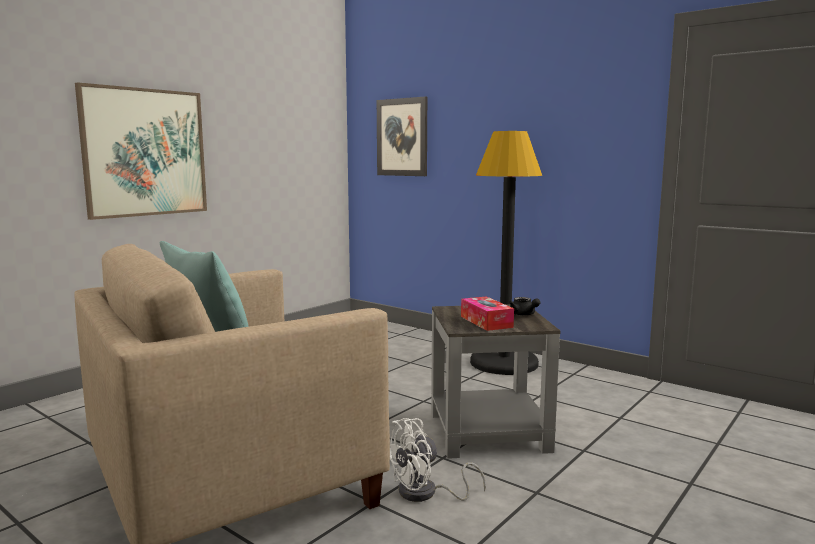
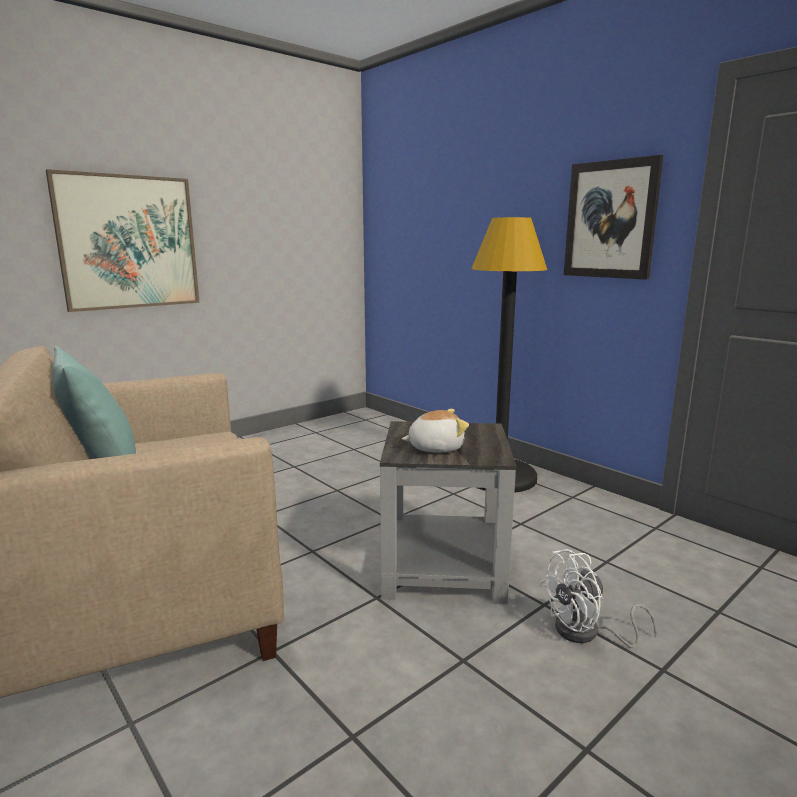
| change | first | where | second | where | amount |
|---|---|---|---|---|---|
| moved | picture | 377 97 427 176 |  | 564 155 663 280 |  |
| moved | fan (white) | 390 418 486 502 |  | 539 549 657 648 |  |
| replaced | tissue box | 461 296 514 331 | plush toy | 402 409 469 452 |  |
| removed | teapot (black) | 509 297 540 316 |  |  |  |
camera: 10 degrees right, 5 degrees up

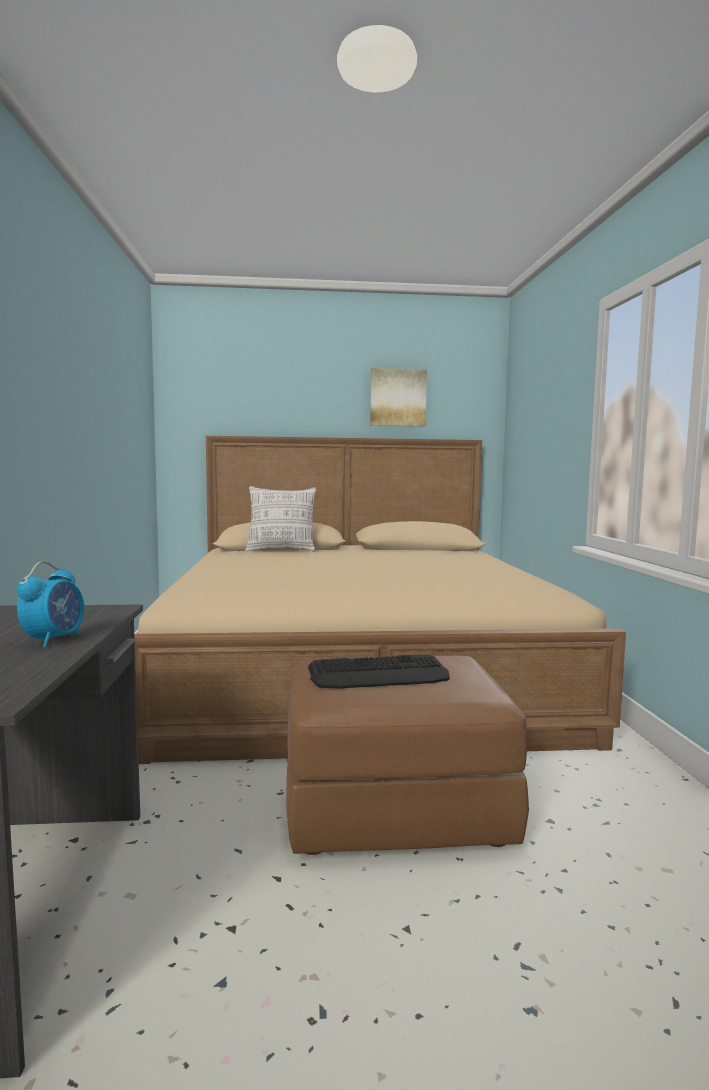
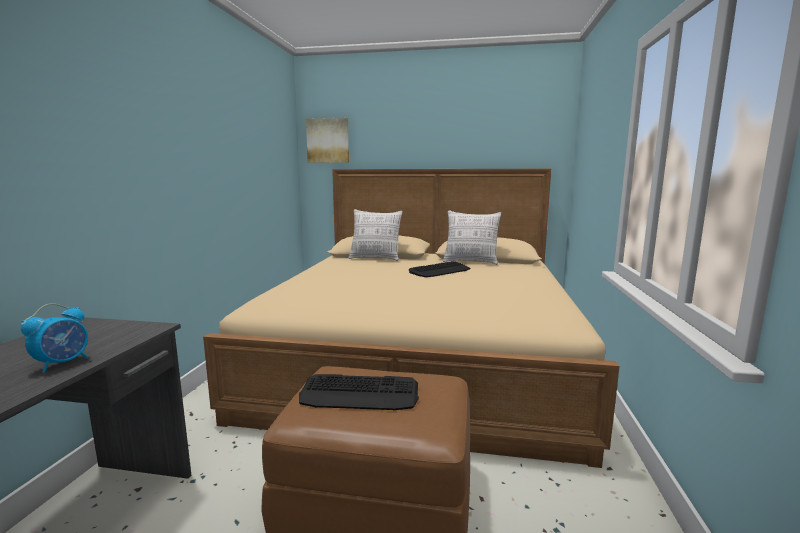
| change | first | where | second | where | amount |
|---|---|---|---|---|---|
| moved | picture | 370 368 427 426 |  | 306 118 349 163 |  |
| added |  |  | keyboard | 409 262 470 277 |  |
| added |  |  | pillow | 443 210 501 265 |  |
camera: 15 degrees right, 5 degrees up

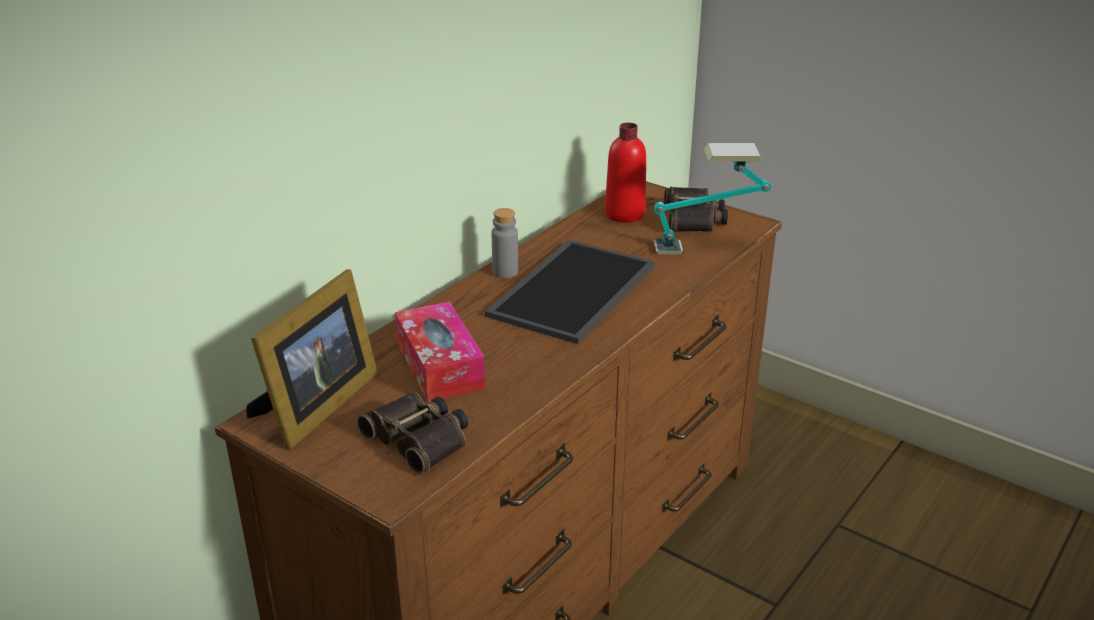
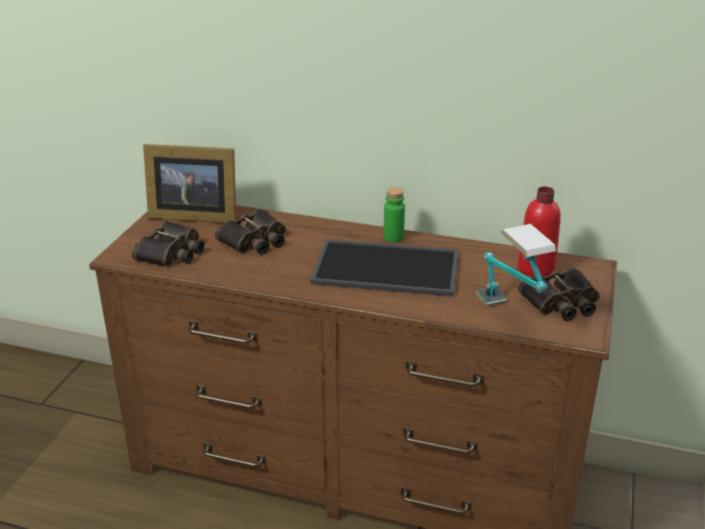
| change | first | where | second | where | amount |
|---|---|---|---|---|---|
| replaced | tissue box | 395 302 486 402 | binoculars | 215 209 286 255 |  |
| recoloured | bottle (grey) | 492 208 518 278 | bottle (green) | 384 187 405 243 |  |
camera: 70 degrees right, 0 degrees up

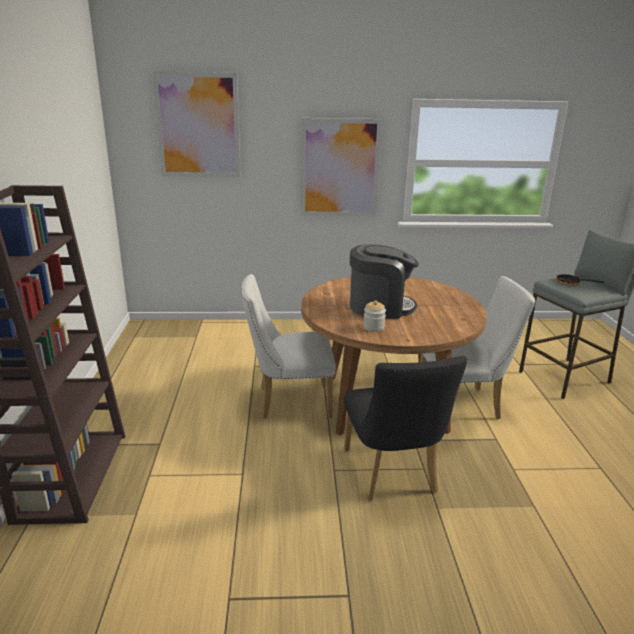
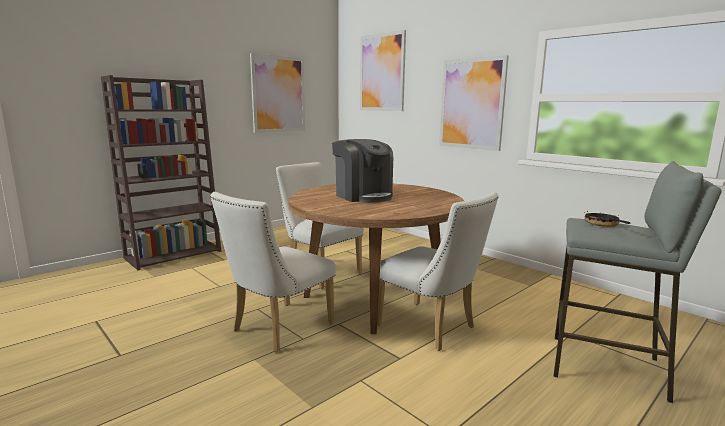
| change | first | where | second | where | amount |
|---|---|---|---|---|---|
| recoloured | chair (black) | 344 356 467 501 | chair (white) | 210 192 336 352 |  |
| removed | jar | 363 301 386 332 |  |  |  |
| added |  |  | picture | 250 53 305 133 |  |
camera: 50 degrees right, 10 degrees down

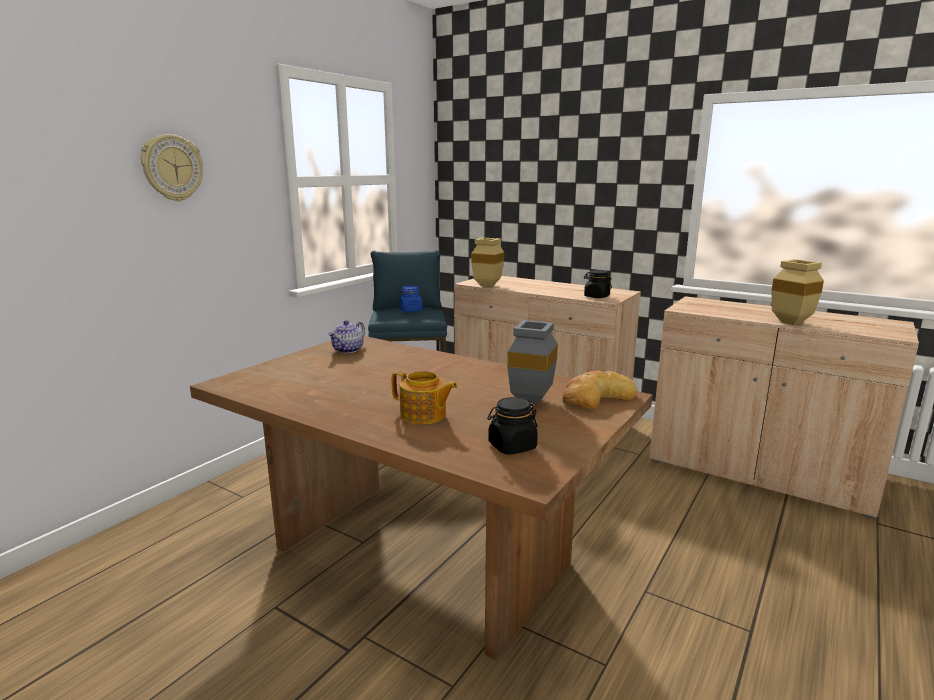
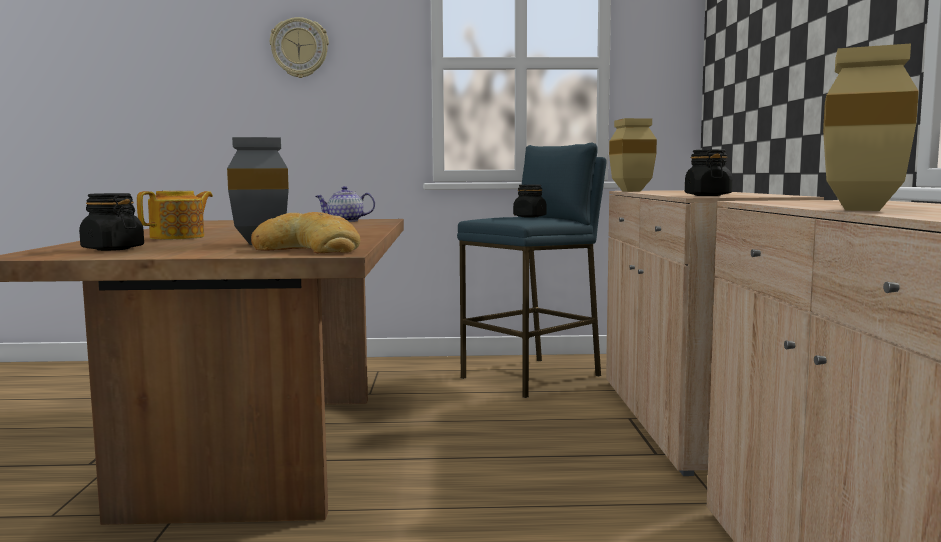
| change | first | where | second | where | amount |
|---|---|---|---|---|---|
| turned | teapot | 392 371 457 424 |  | 137 191 213 239 | 135 degrees counterclockwise |
| recoloured | jar (blue) | 399 285 423 312 | jar (black) | 513 185 547 218 |  |
camera: 55 degrees right, 10 degrees down

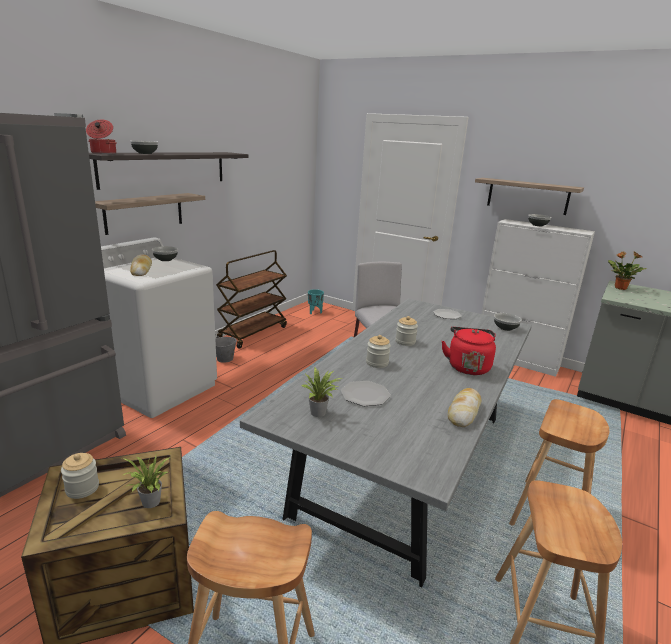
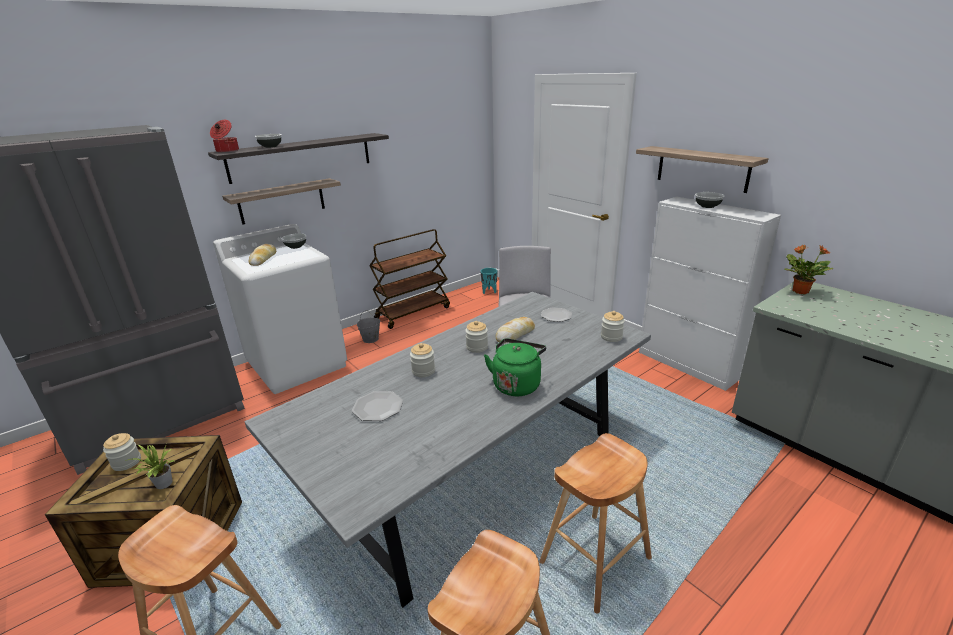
| change | first | where | second | where | amount |
|---|---|---|---|---|---|
| removed | potted plant | 301 368 342 417 |  |  |  |
| recoloured | kettle (red) | 442 327 496 375 | kettle (green) | 484 338 546 396 |  |
| moved | bread | 448 388 481 427 |  | 496 317 535 342 |  |
| replaced | bowl | 494 313 522 331 | jar | 601 311 625 342 |  |
camera: 20 degrees right, 5 degrees up

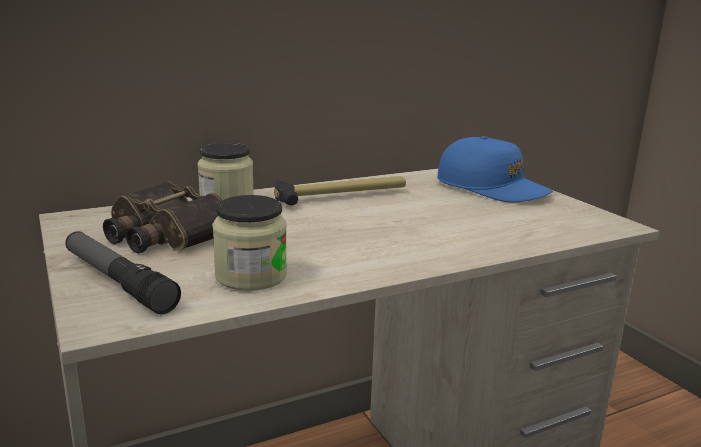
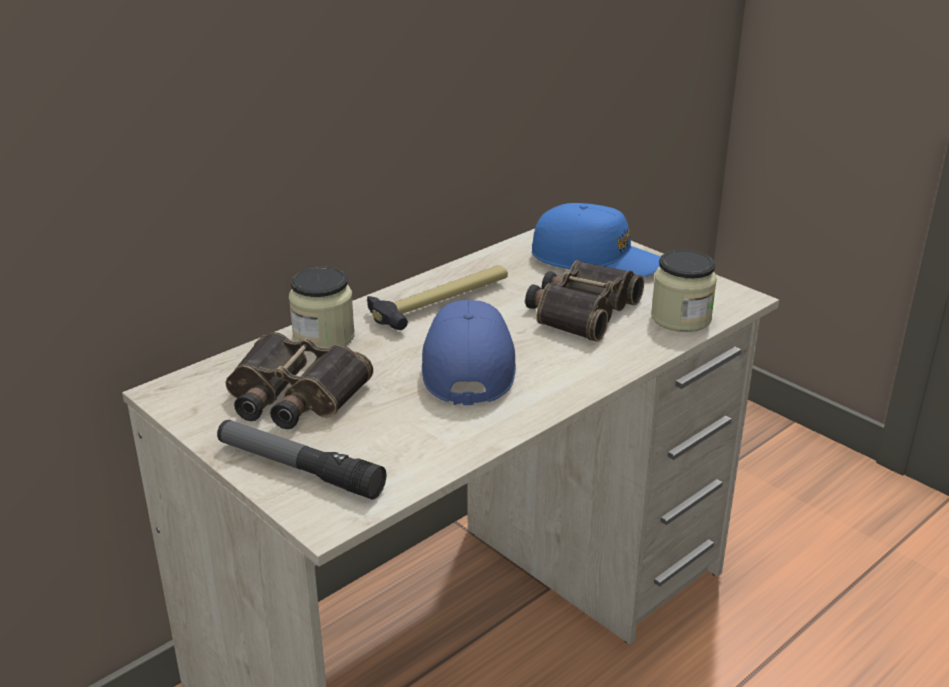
| change | first | where | second | where | amount |
|---|---|---|---|---|---|
| moved | jar | 212 195 287 291 |  | 651 250 717 332 |  |
| added |  |  | cap (blue) | 422 300 516 405 |  |
| added |  |  | binoculars | 525 260 644 342 |  |
camera: 15 degrees left, 10 degrees up

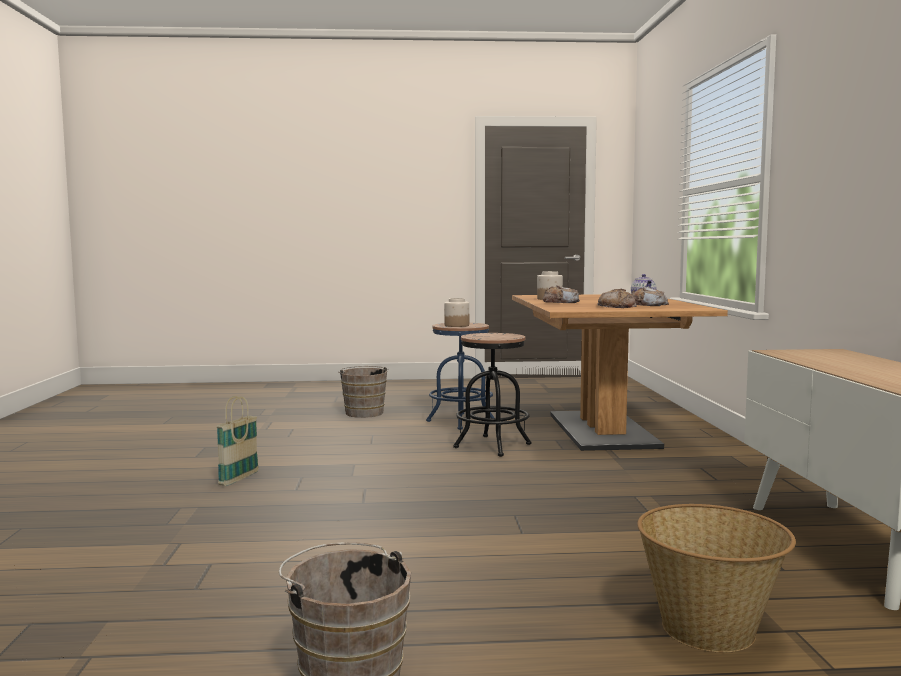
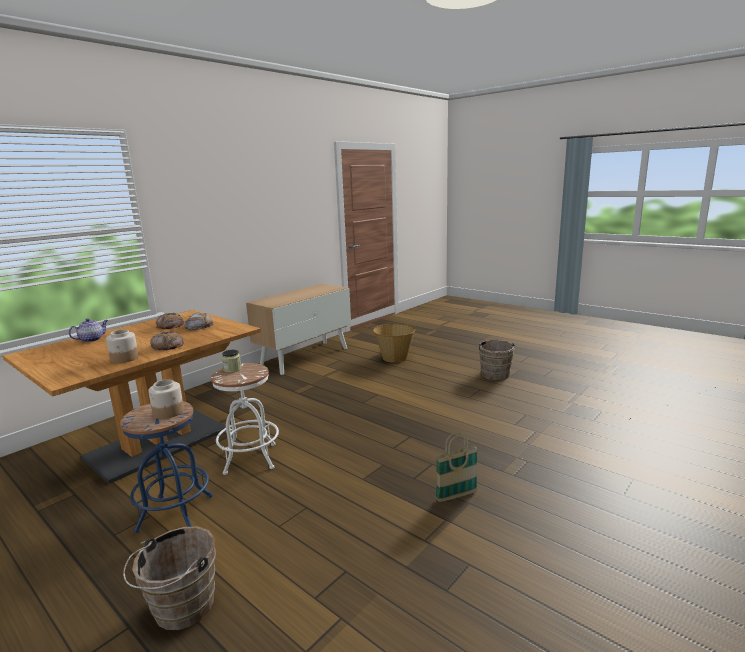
| change | first | where | second | where | amount |
|---|---|---|---|---|---|
| recoloured | stool (black) | 453 333 531 457 | stool (white) | 211 363 279 475 |  |
| added |  |  | jar | 222 350 242 373 |  |
camera: 135 degrees left, 10 degrees up

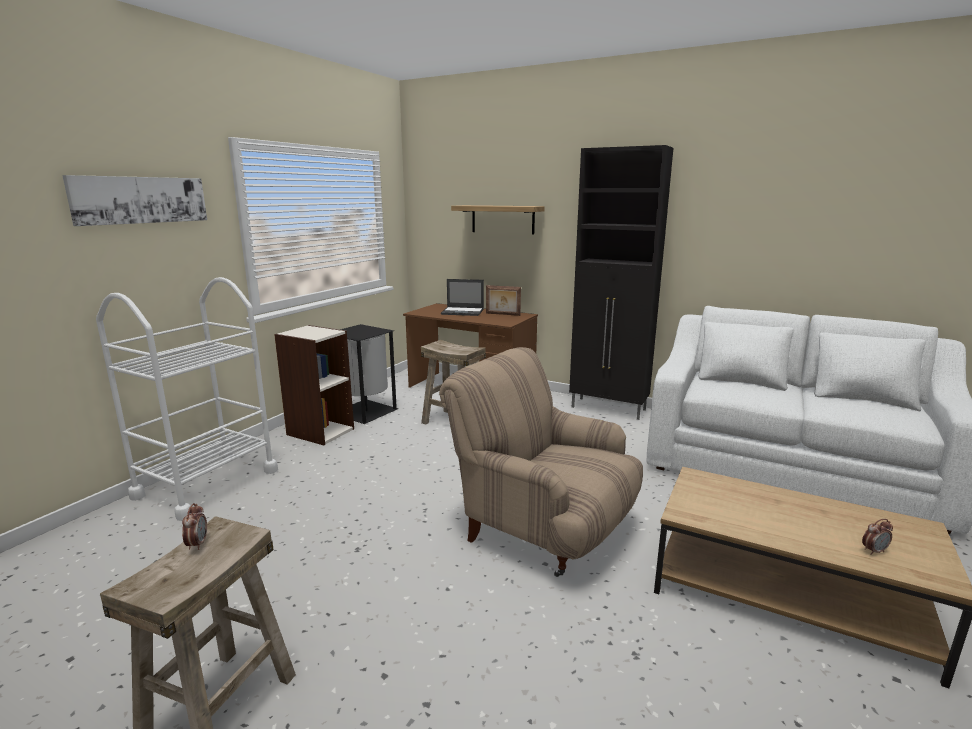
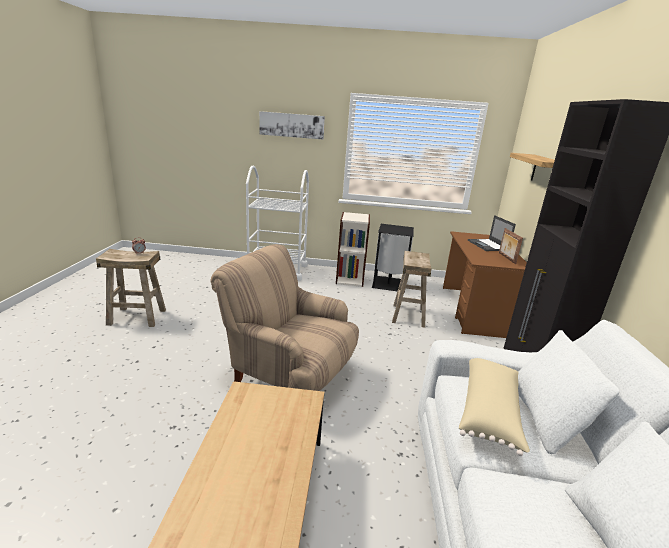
| change | first | where | second | where | amount |
|---|---|---|---|---|---|
| turned | armchair (beige) | 439 347 643 577 |  | 210 244 359 391 | 75 degrees counterclockwise |
| removed | alarm clock | 862 519 893 555 |  |  |  |
| added |  |  | pillow (beige) | 459 358 530 456 |  |
camera: 65 degrees right, 5 degrees up

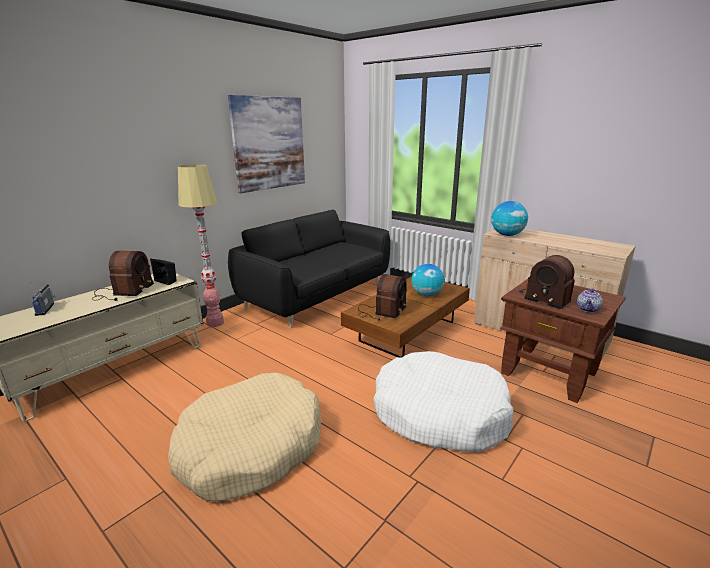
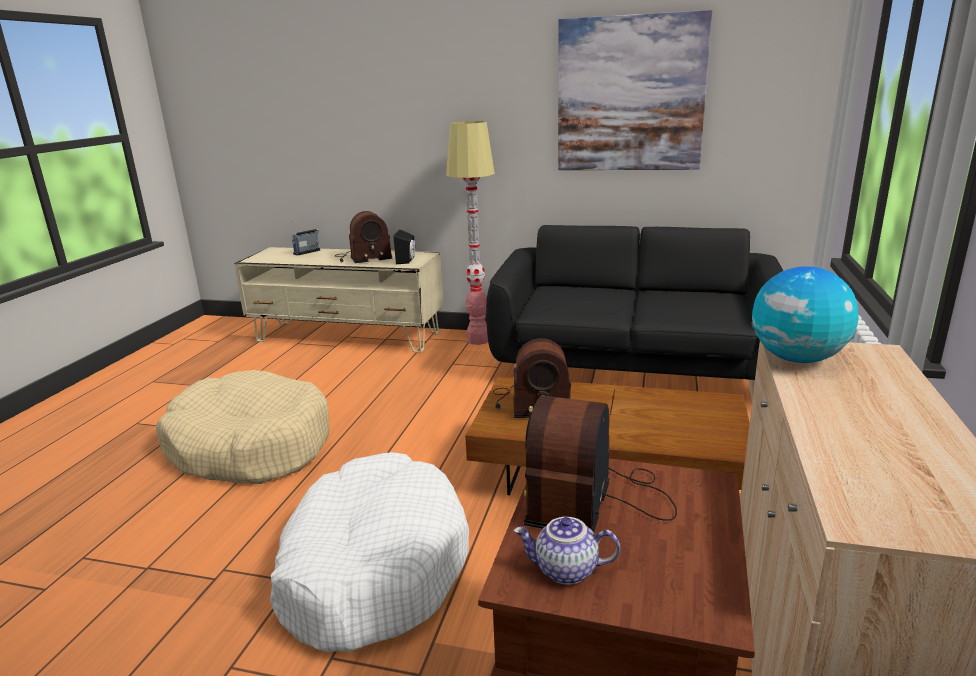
| change | first | where | second | where | amount |
|---|---|---|---|---|---|
| removed | globe | 411 264 444 296 |  |  |  |
camera: 65 degrees right, 0 degrees up

